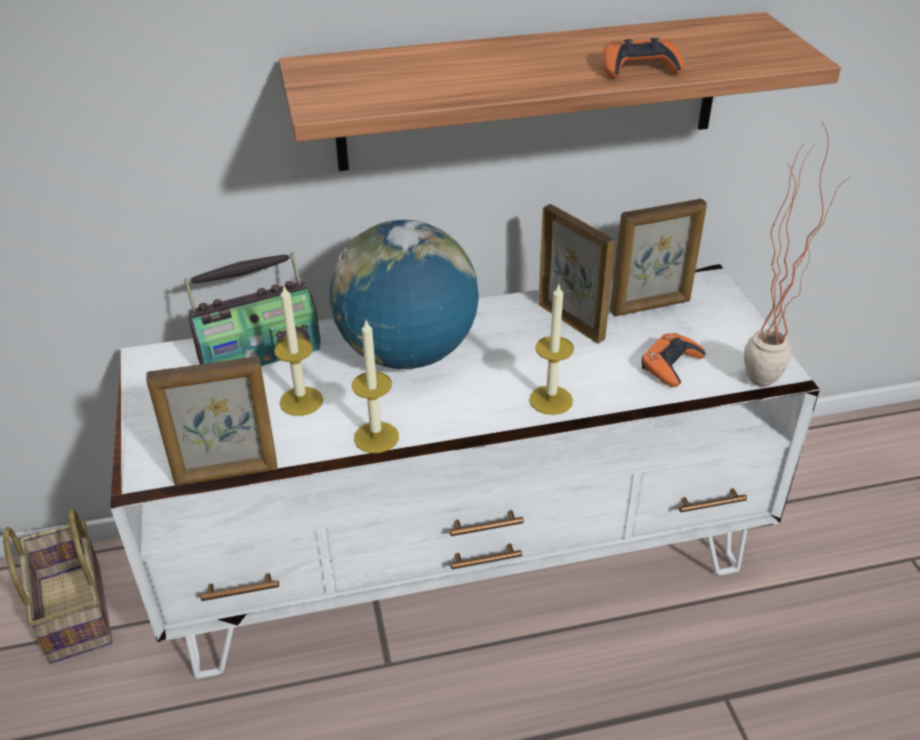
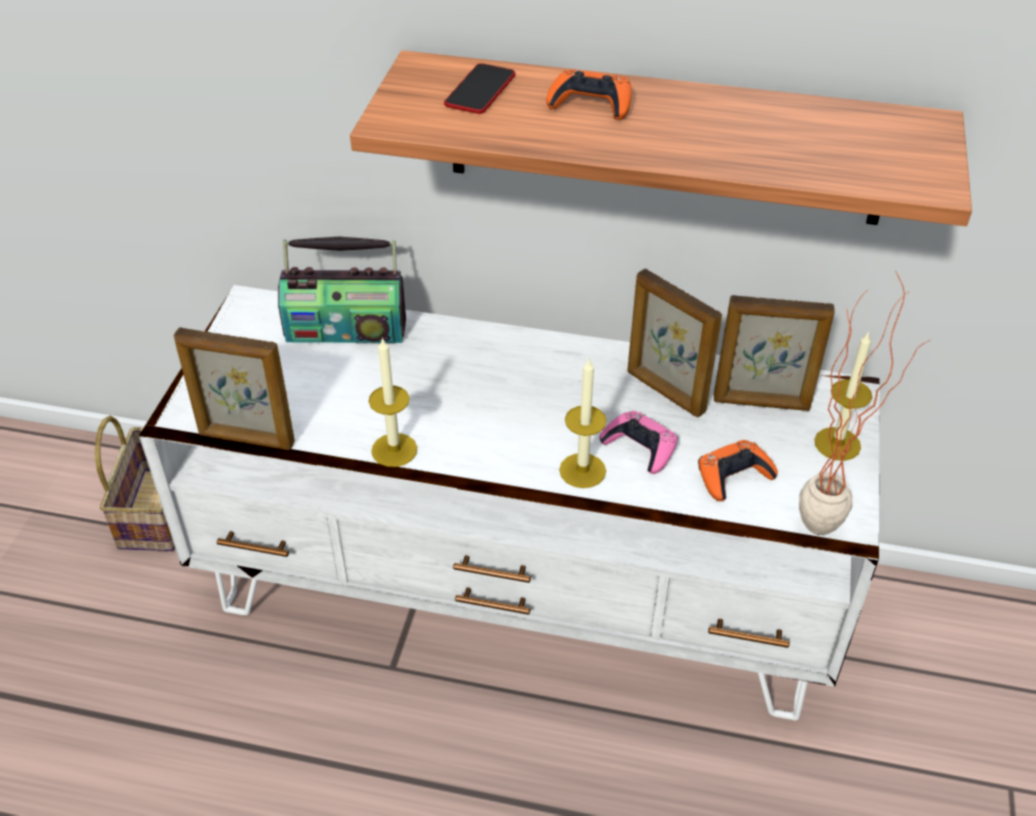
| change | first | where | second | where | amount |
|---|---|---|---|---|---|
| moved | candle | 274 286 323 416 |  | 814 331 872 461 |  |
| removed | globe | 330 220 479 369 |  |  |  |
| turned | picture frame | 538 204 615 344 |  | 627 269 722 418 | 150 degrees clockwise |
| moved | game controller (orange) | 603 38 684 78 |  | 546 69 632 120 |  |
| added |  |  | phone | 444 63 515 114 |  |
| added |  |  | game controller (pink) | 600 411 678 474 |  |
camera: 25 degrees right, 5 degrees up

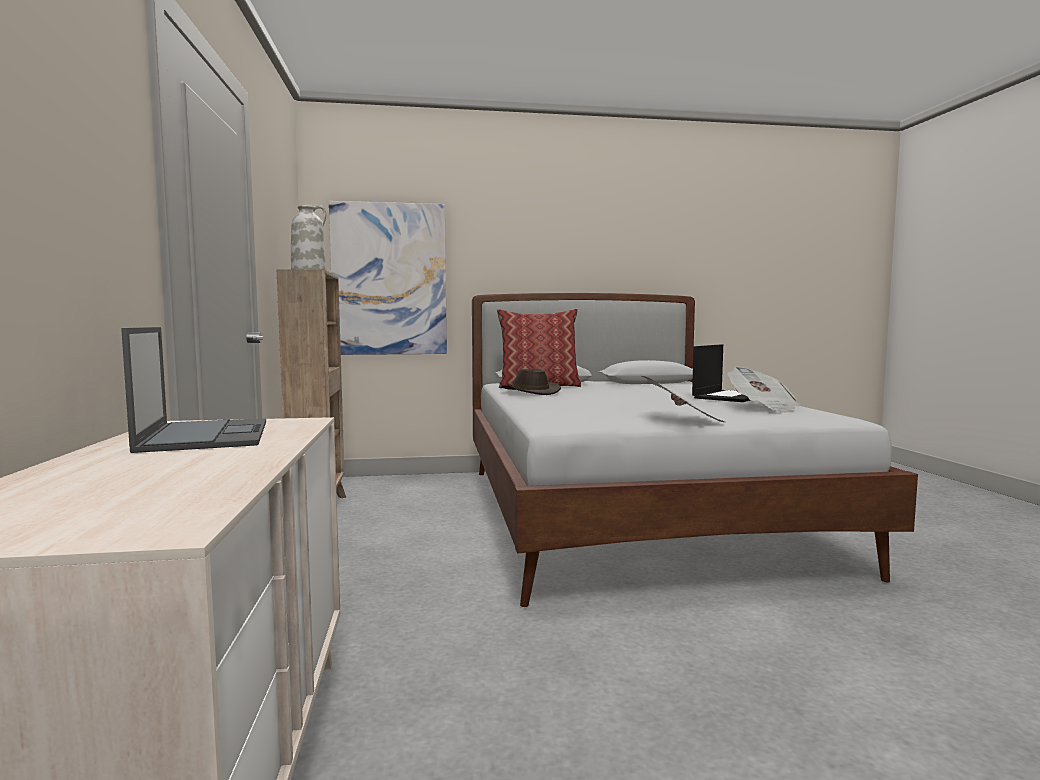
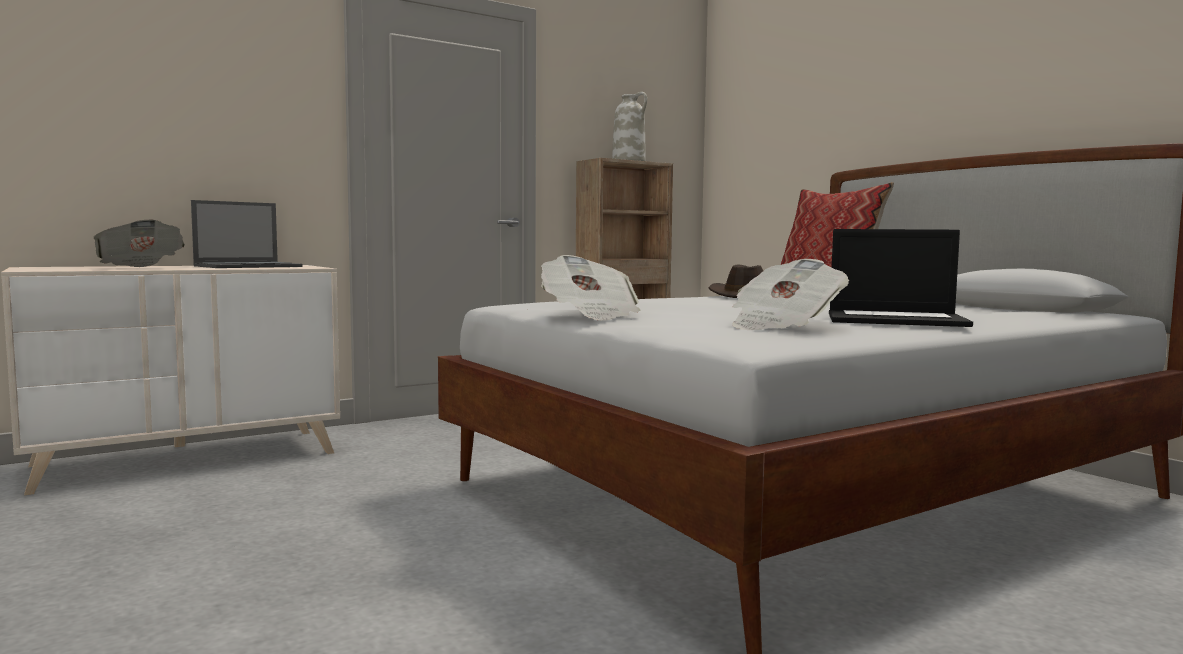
| change | first | where | second | where | amount |
|---|---|---|---|---|---|
| removed | picture | 329 201 447 355 |  |  |  |
| added |  |  | newspaper | 94 220 185 267 |  |
camera: 65 degrees right, 0 degrees up

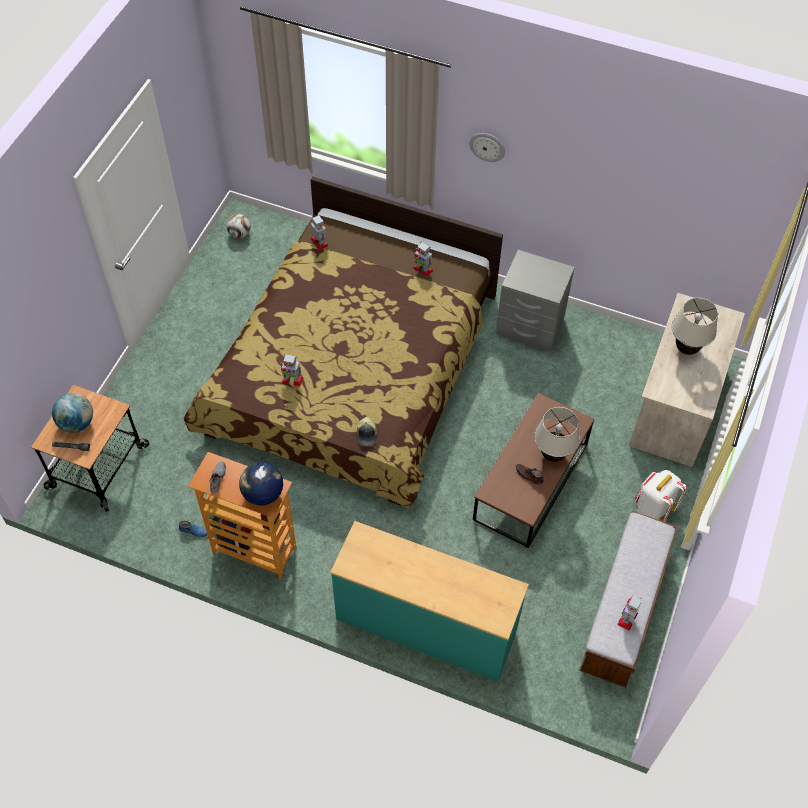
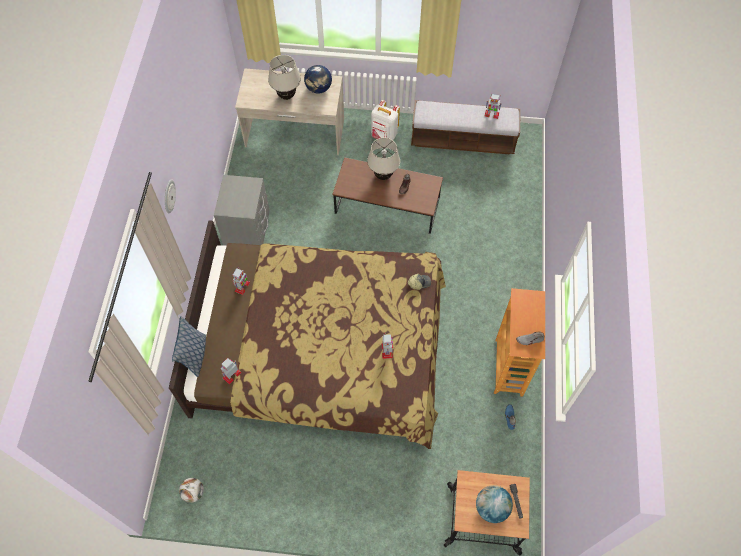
| change | first | where | second | where | amount |
|---|---|---|---|---|---|
| moved | globe | 239 462 283 506 |  | 304 65 332 94 |  |
| removed | dresser (turquoise) | 330 521 529 682 |  |  |  |
| added |  |  | pillow | 172 316 206 377 |  |
camera: 105 degrees left, 5 degrees up

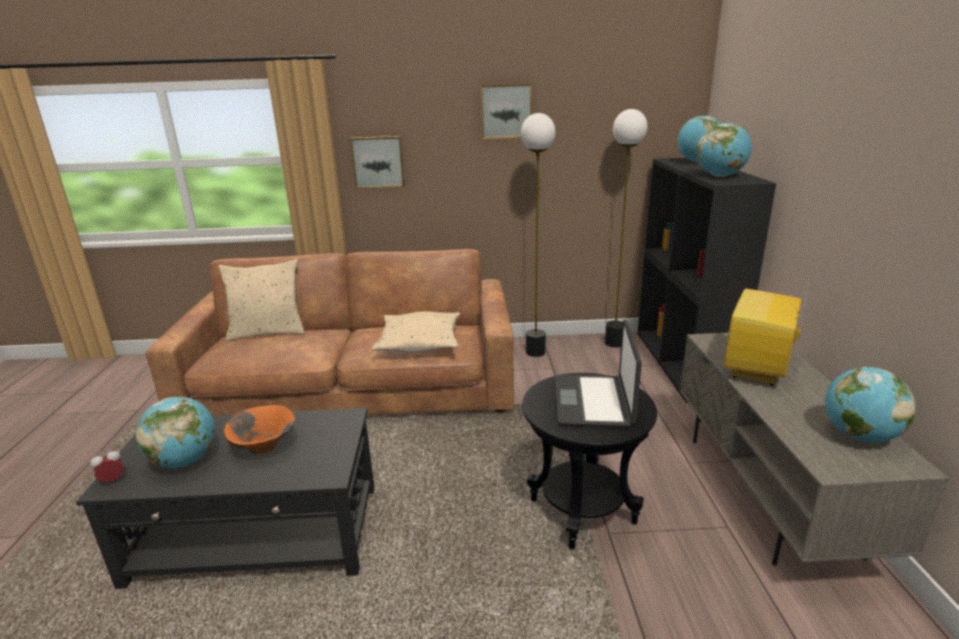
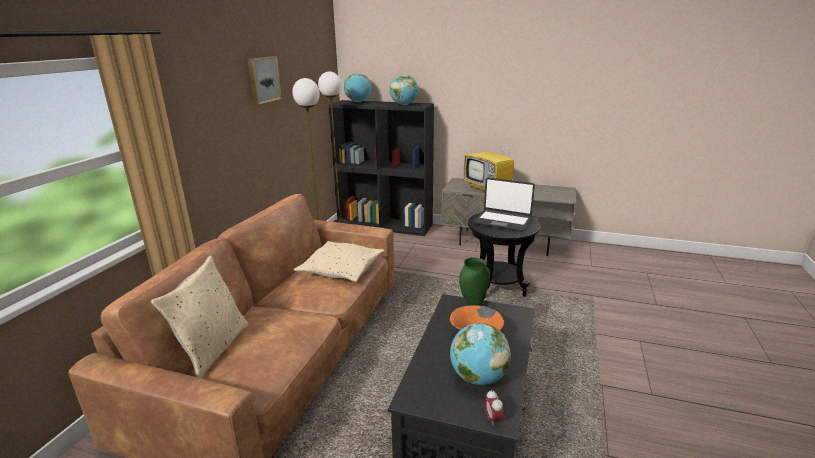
| change | first | where | second | where | amount |
|---|---|---|---|---|---|
| removed | picture | 350 136 405 189 |  |  |  |
| removed | globe | 825 367 916 443 |  |  |  |
| added |  |  | vase (green) | 459 257 490 306 |  |
camera: 70 degrees left, 0 degrees up

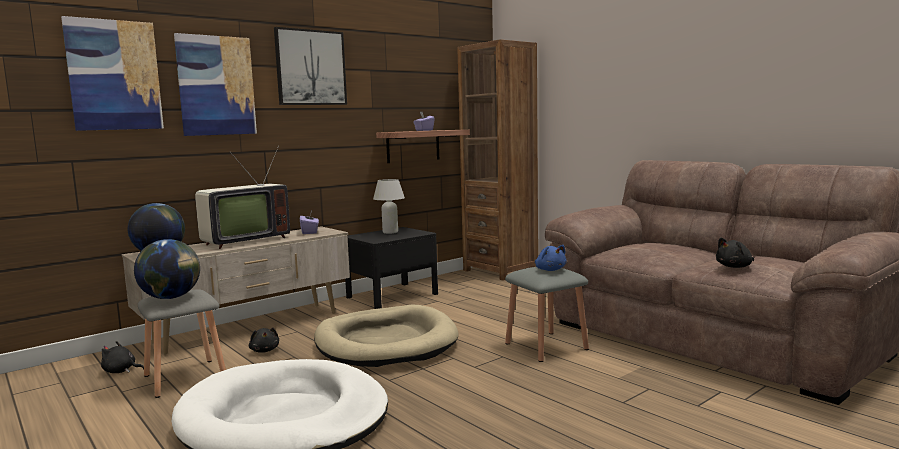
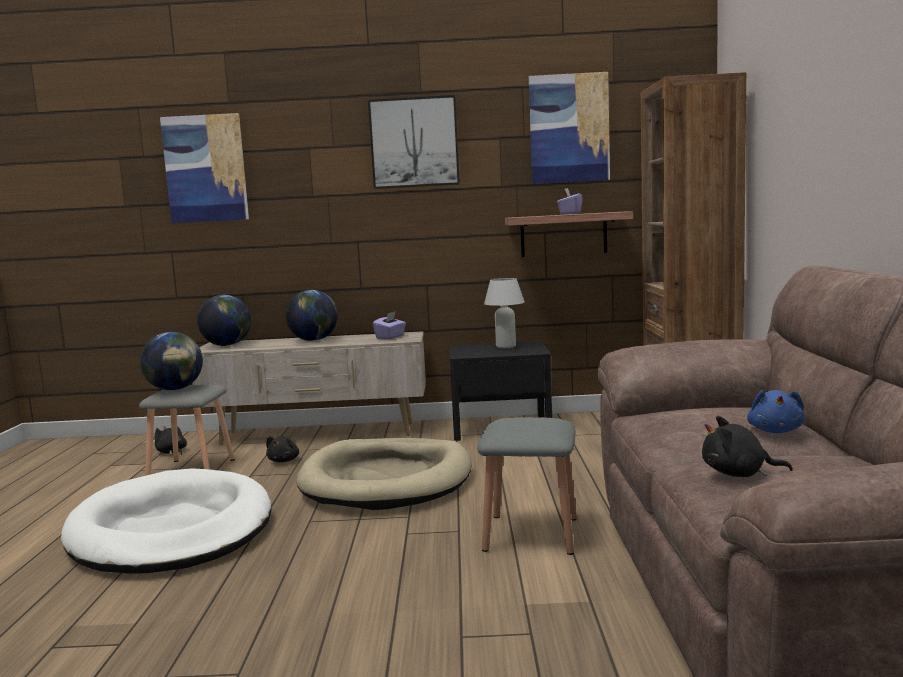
| change | first | where | second | where | amount |
|---|---|---|---|---|---|
| moved | picture | 174 33 257 136 |  | 529 72 610 184 |  |
| replaced | television | 195 145 290 249 | globe | 286 290 338 341 |  |
| moved | plush toy (blue) | 535 245 567 271 |  | 747 390 804 433 |  |
camera: 40 degrees right, 0 degrees up

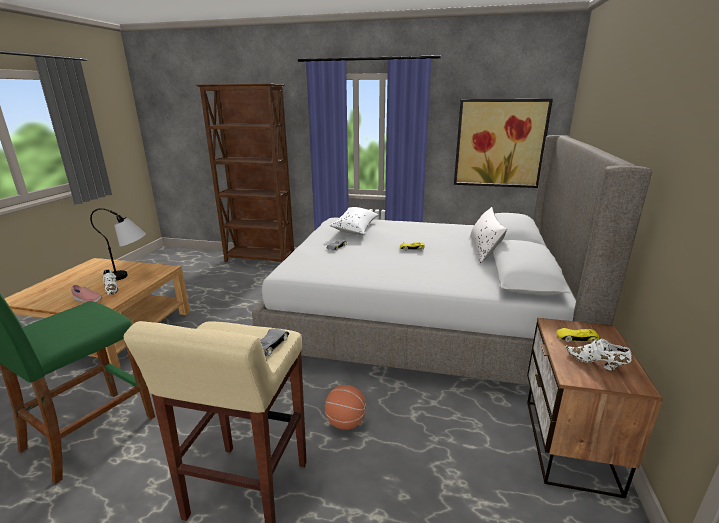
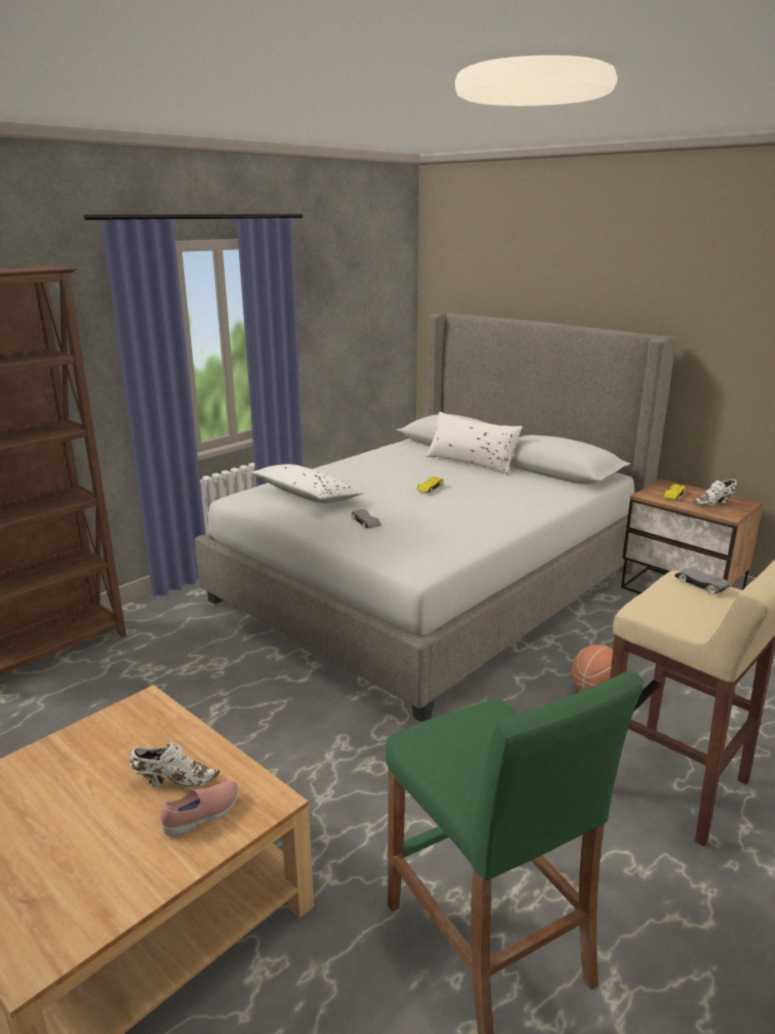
| change | first | where | second | where | amount |
|---|---|---|---|---|---|
| removed | table lamp | 90 208 146 281 |  |  |  |
| removed | picture | 454 99 553 188 |  |  |  |
camera: 60 degrees left, 0 degrees up

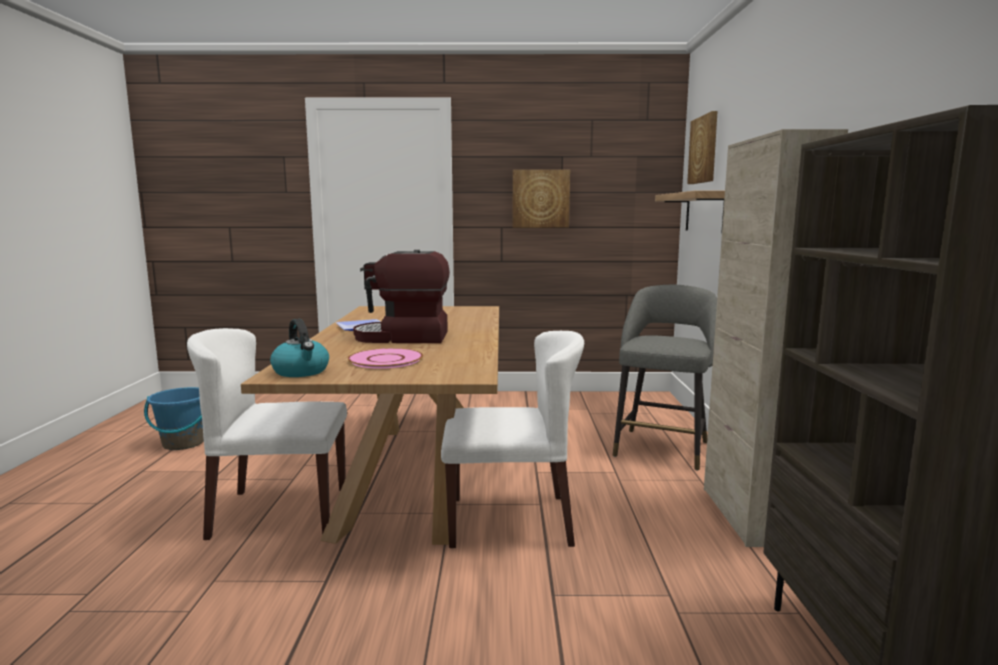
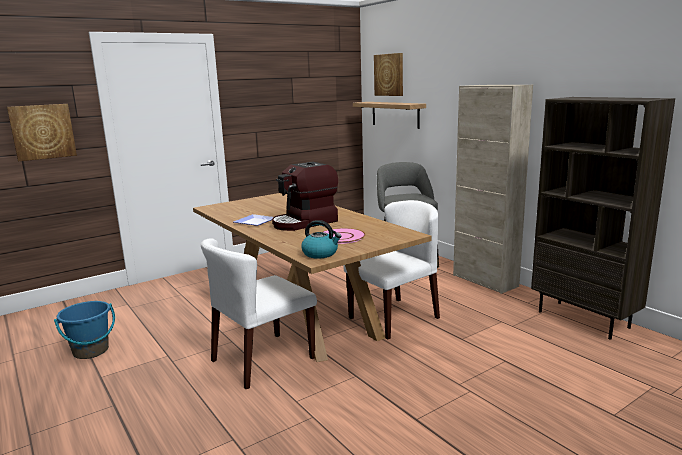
| change | first | where | second | where | amount |
|---|---|---|---|---|---|
| moved | picture | 513 170 570 228 |  | 7 104 77 161 |  |
camera: 35 degrees left, 5 degrees up

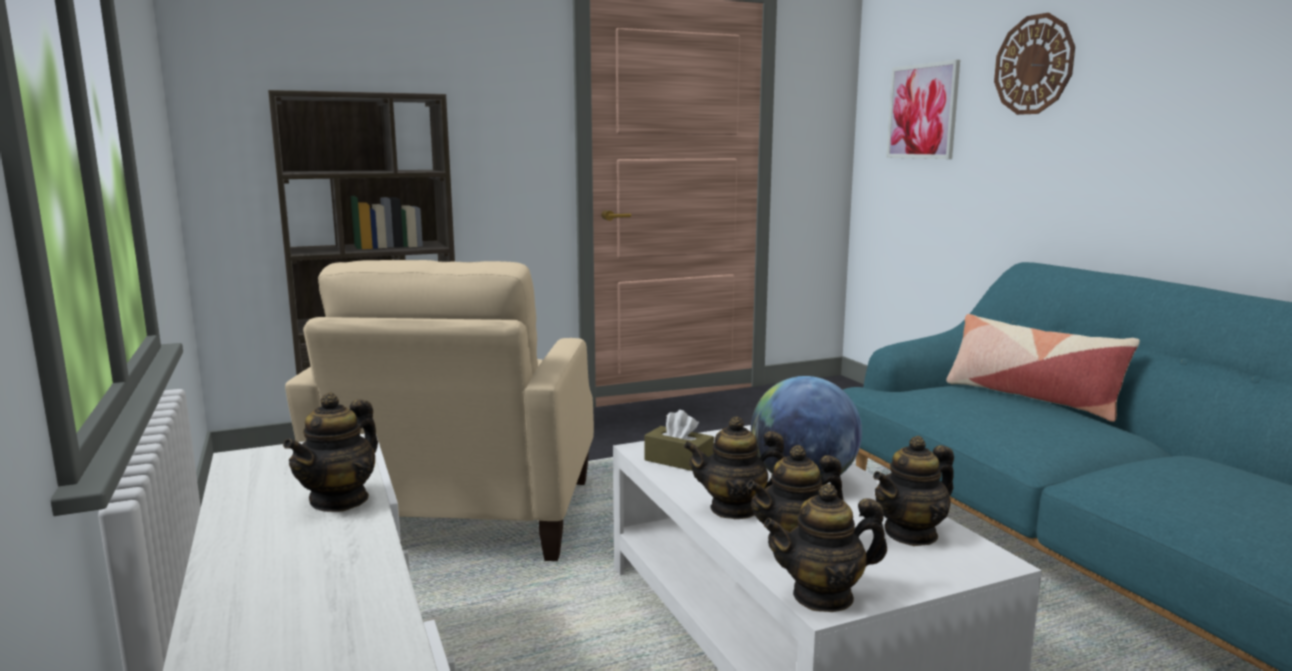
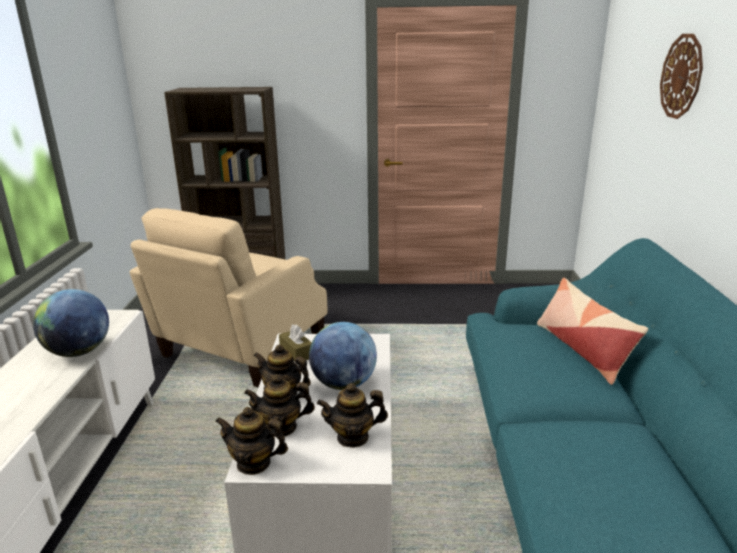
| change | first | where | second | where | amount |
|---|---|---|---|---|---|
| replaced | teapot | 283 392 378 512 | globe | 33 289 109 357 |  |
| removed | picture | 886 60 960 159 |  |  |  |
camera: 25 degrees right, 10 degrees up

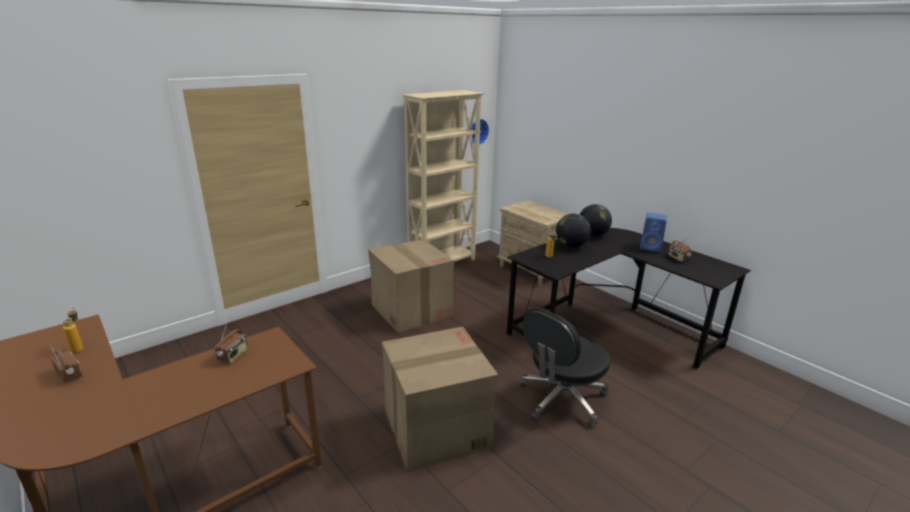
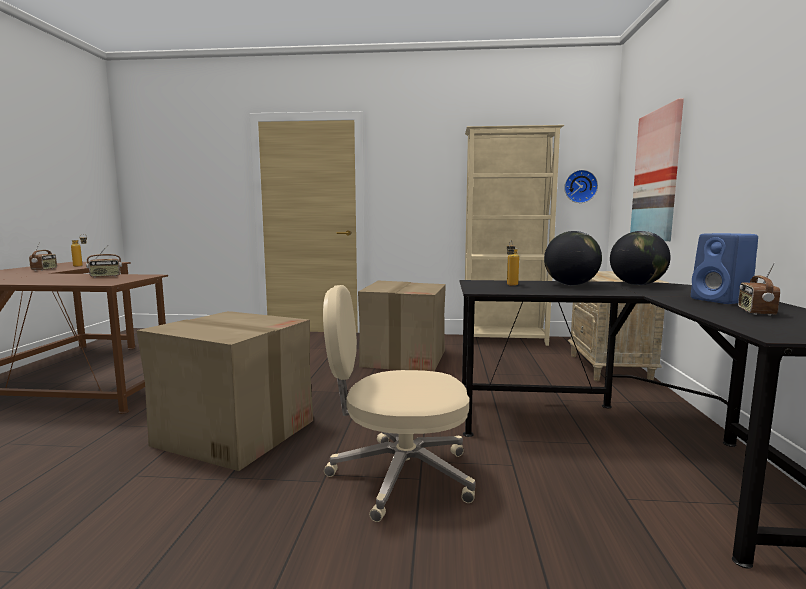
| change | first | where | second | where | amount |
|---|---|---|---|---|---|
| recoloured | office chair (black) | 520 307 611 428 | office chair (beige) | 323 285 476 522 |  |
| added |  |  | picture | 630 98 684 241 |  |
camera: 45 degrees right, 15 degrees down

